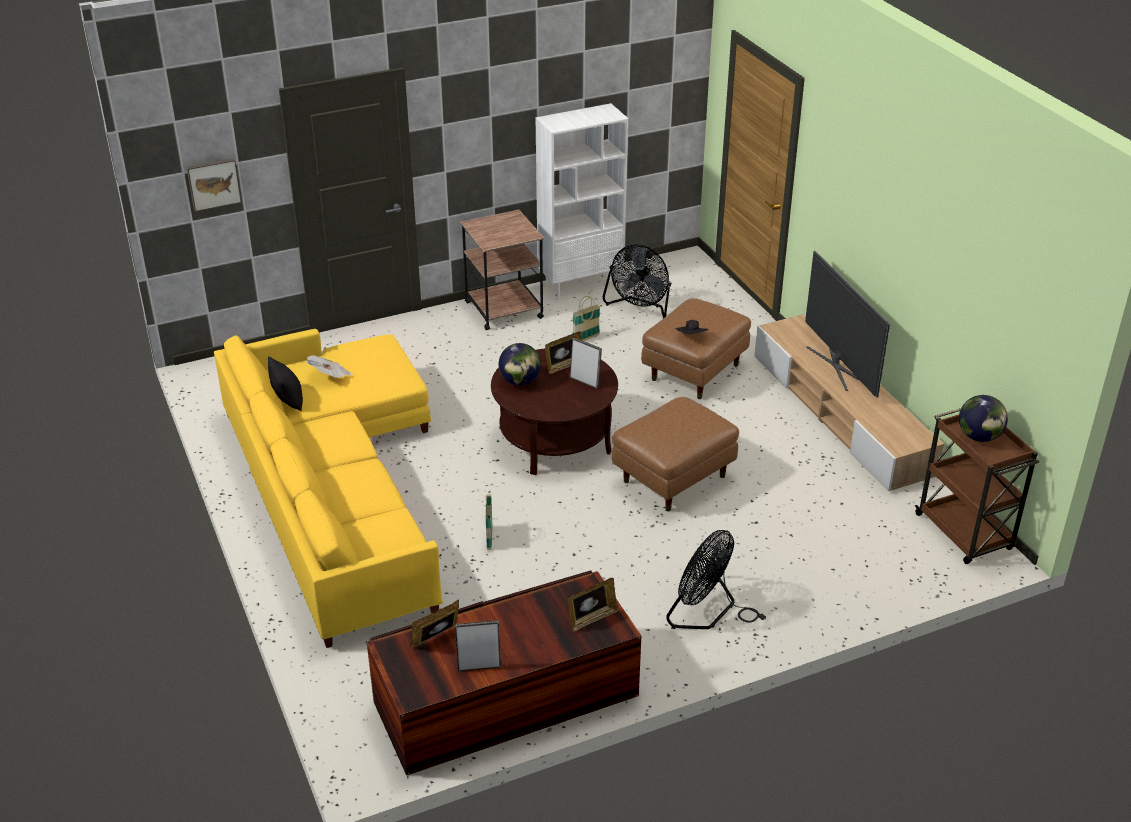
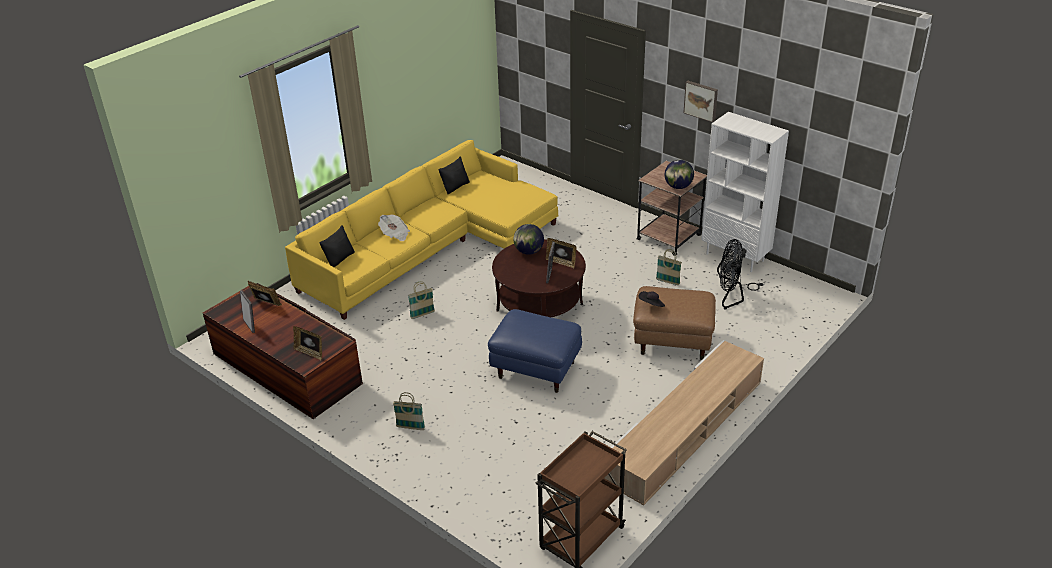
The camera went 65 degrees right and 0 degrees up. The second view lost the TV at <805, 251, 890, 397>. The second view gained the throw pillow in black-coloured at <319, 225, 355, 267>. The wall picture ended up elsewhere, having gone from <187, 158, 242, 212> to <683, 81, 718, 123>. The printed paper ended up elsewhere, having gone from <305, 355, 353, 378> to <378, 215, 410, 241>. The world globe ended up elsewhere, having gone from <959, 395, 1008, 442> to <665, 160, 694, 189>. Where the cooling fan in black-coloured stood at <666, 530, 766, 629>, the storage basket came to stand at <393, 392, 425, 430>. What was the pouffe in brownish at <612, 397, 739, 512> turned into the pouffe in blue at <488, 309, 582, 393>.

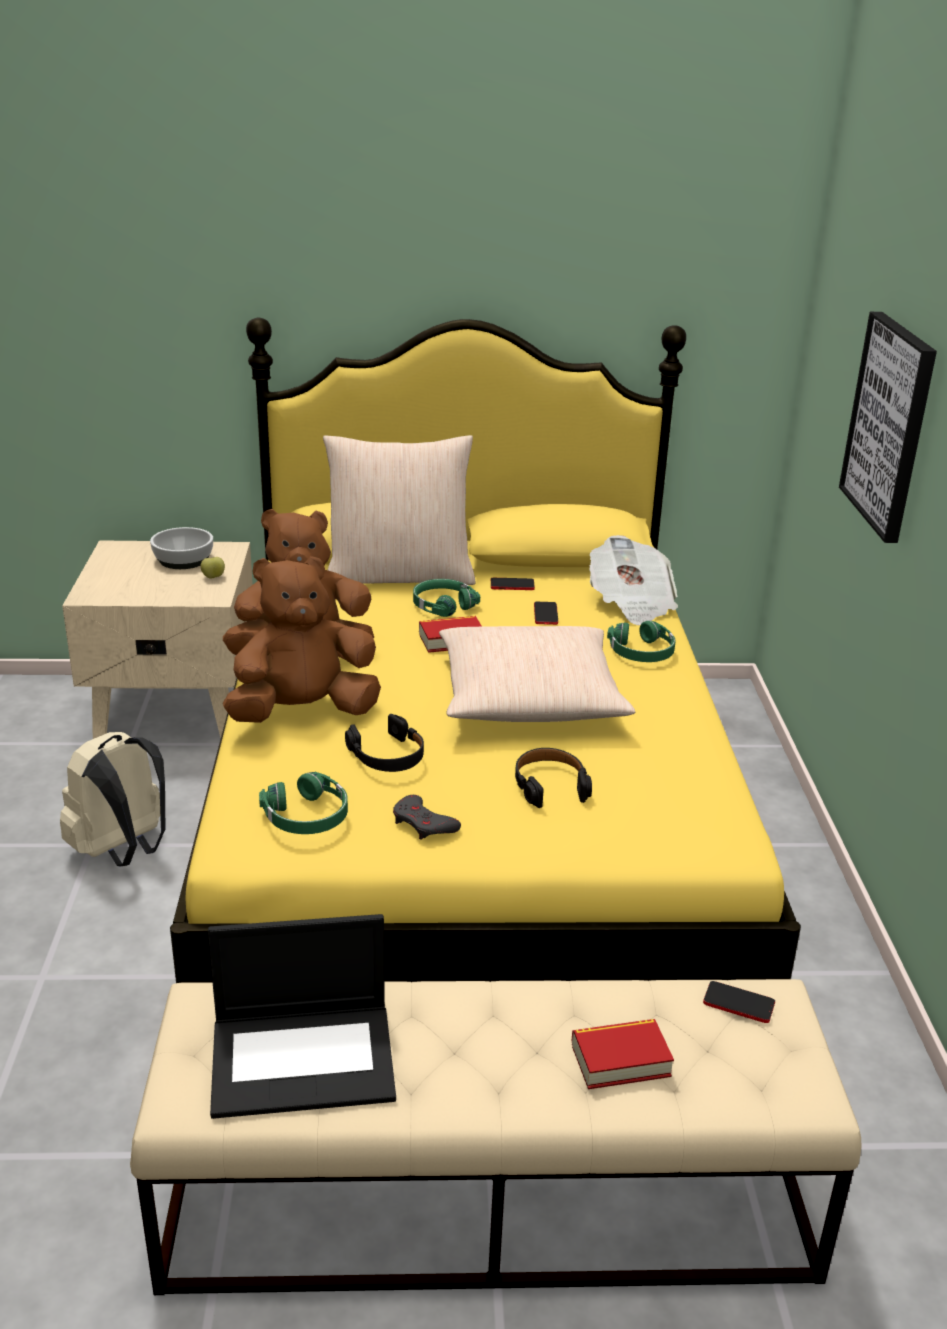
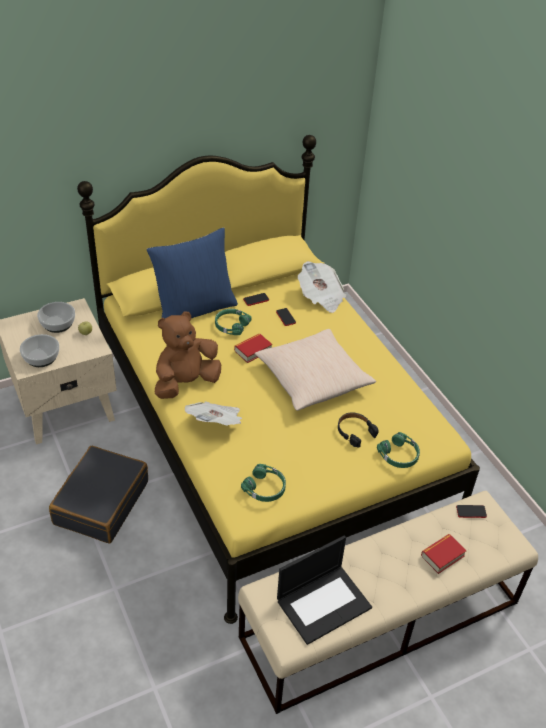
The camera went 25 degrees left and 15 degrees up. The second view lost the pair of headphones in black-coloured at <345, 714, 424, 772>. The second view lost the game controller in grey at <393, 795, 461, 840>. The second view lost the wall picture at <839, 312, 937, 543>. The second view gained the deep dish at <20, 334, 59, 367>. The pair of headphones in green ended up elsewhere, having gone from <607, 621, 676, 662> to <377, 432, 420, 468>. Where the backpack in beige-coloured stood at <60, 732, 165, 866>, the suitcase in black-coloured came to stand at <49, 446, 148, 543>. Where the plush toy in brownish stood at <223, 556, 381, 723>, the printed paper came to stand at <185, 401, 242, 425>. What was the throw pillow in beige-coloured at <323, 435, 475, 585> turned into the throw pillow in blue at <146, 228, 238, 318>.

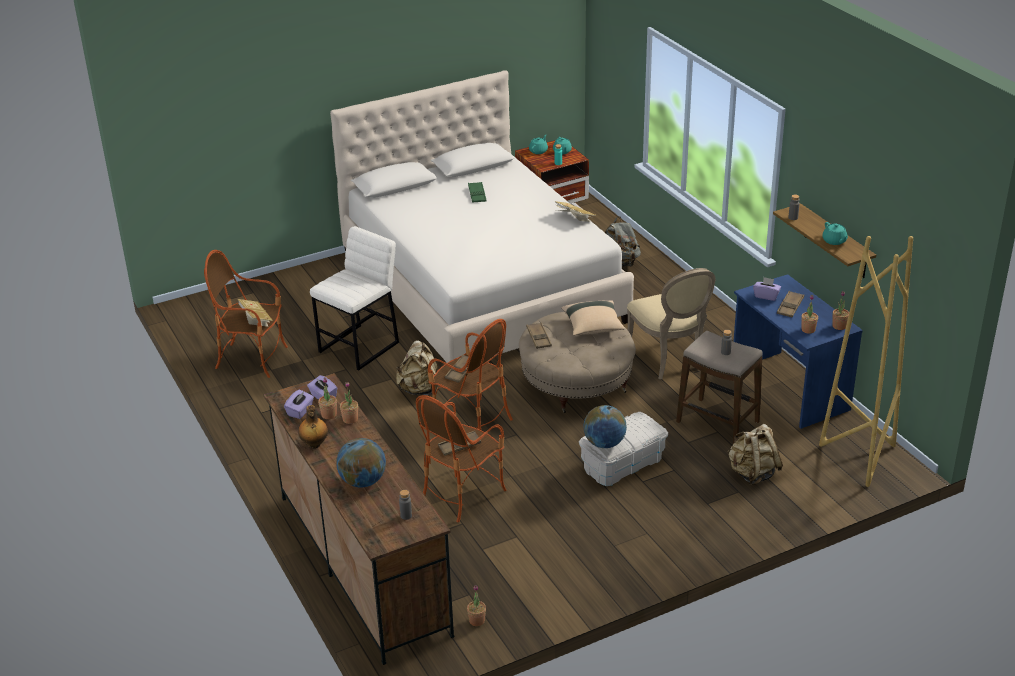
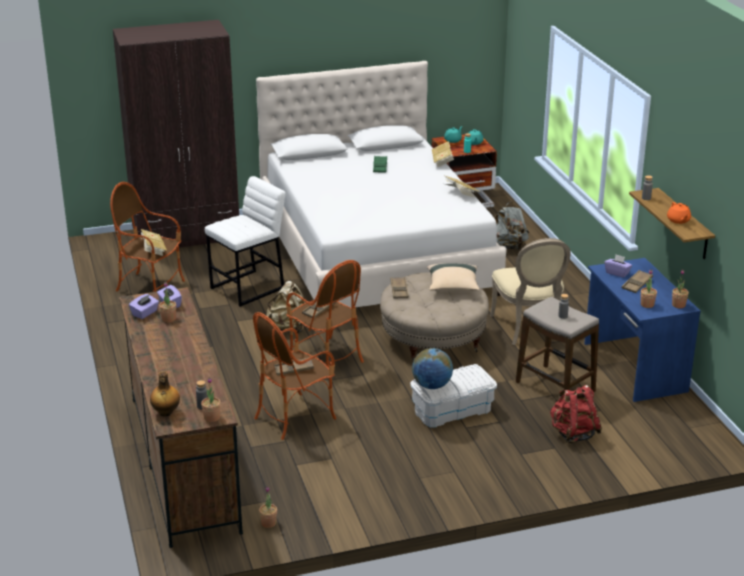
The camera went 10 degrees right and 5 degrees down. The second view lost the world globe at <336, 438, 386, 487>. The second view lost the clothes rack in yellow at <819, 236, 913, 487>. The second view gained the armoire in brownish at <113, 20, 239, 248>. The second view gained the volume at <432, 141, 454, 167>. The beverage bottle ended up elsewhere, having gone from <298, 405, 328, 449> to <150, 371, 180, 417>. The houseplant ended up elsewhere, having gone from <340, 382, 358, 424> to <201, 377, 221, 422>. What was the backpack in beige-coloured at <727, 424, 783, 485> turned into the backpack in red at <550, 385, 602, 443>. What was the teapot in turquoise-coloured at <822, 222, 848, 245> turned into the teapot in orangey at <667, 202, 691, 224>.

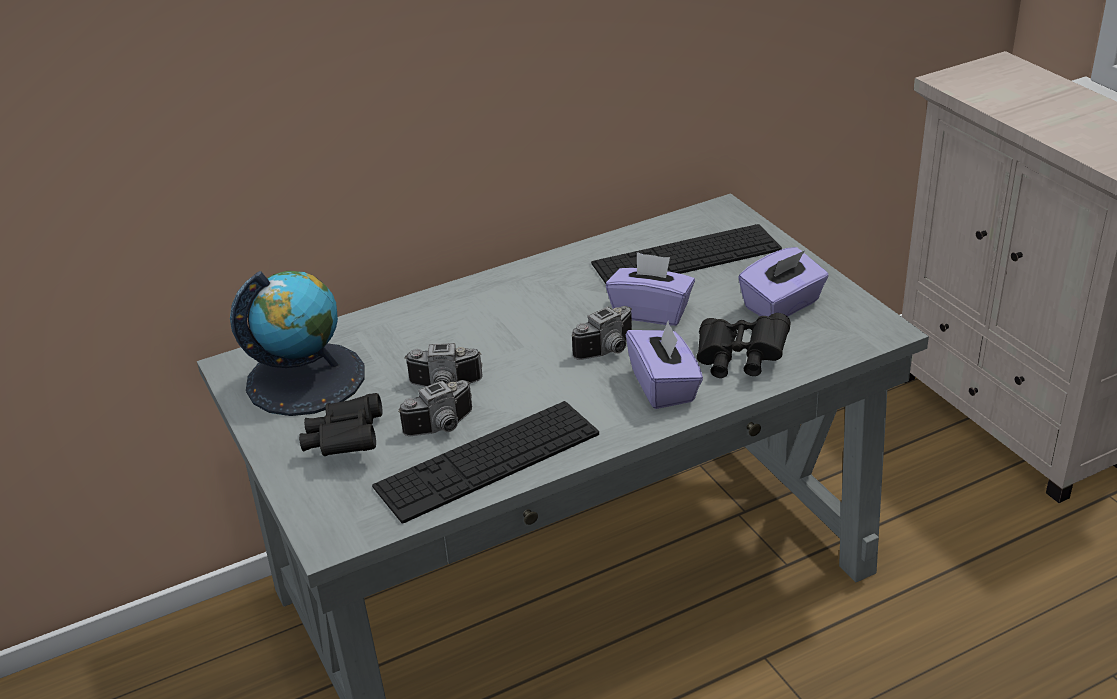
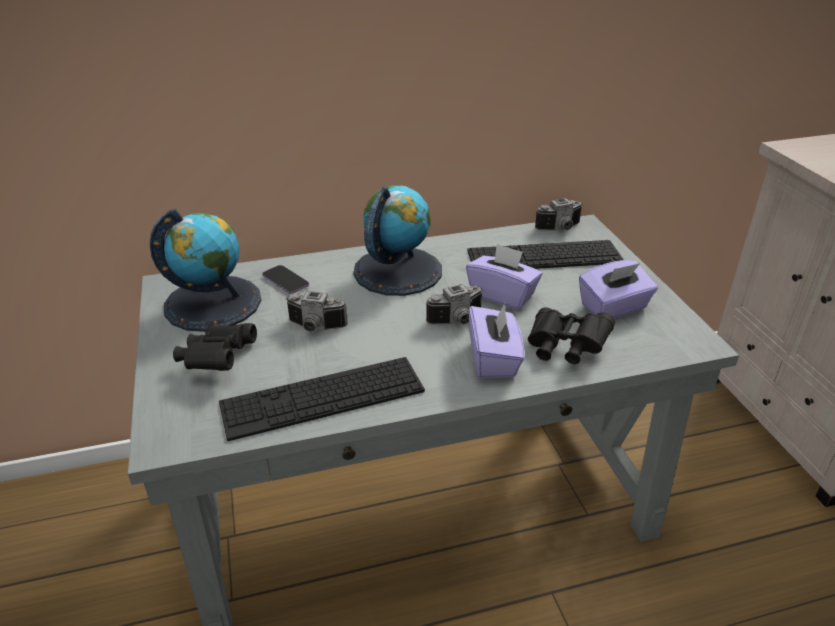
The camera went 10 degrees right and 0 degrees up. The second view gained the phone at <262, 265, 309, 294>. The second view gained the world globe at <353, 185, 442, 296>. The still camera ended up elsewhere, having gone from <398, 380, 472, 436> to <535, 198, 583, 231>.

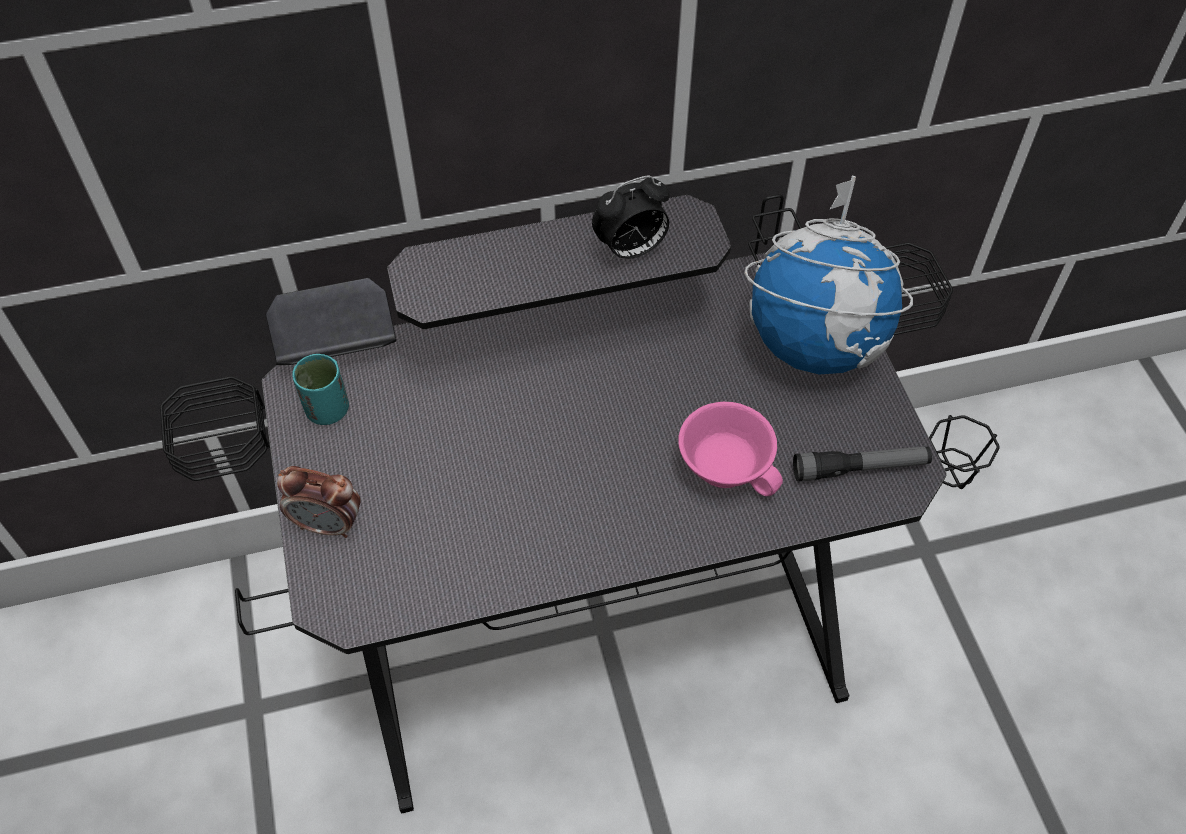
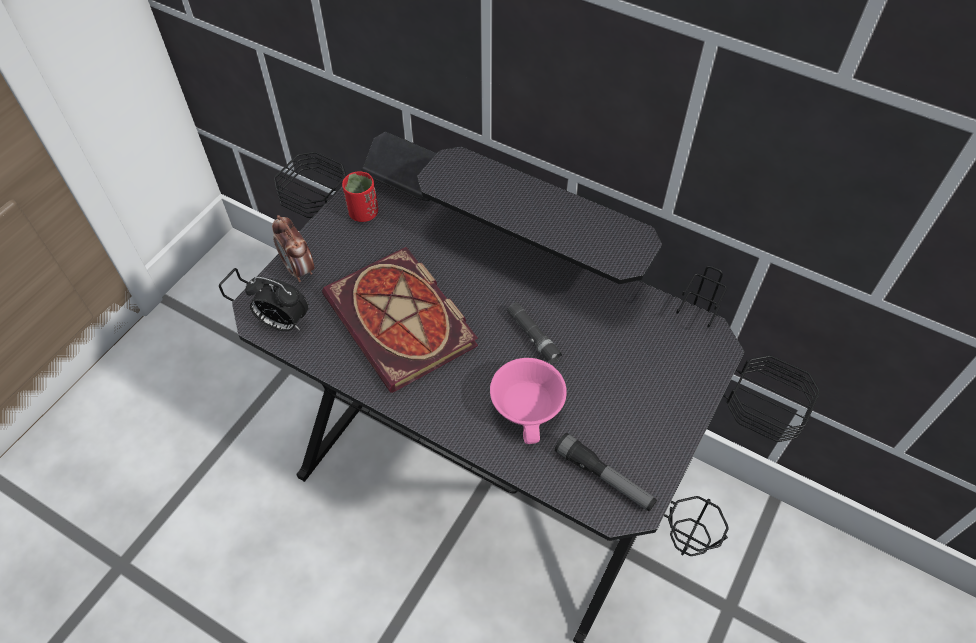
The camera went 45 degrees right and 0 degrees up. The second view lost the world globe at <744, 176, 913, 374>. The second view gained the volume at <322, 247, 478, 393>. The second view gained the torch in black-coloured at <507, 302, 563, 364>. The alarm clock ended up elsewhere, having gone from <592, 176, 669, 261> to <245, 276, 309, 331>. What was the drinking cup in turquoise-coloured at <292, 354, 349, 425> turned into the drinking cup in red at <342, 171, 378, 222>.

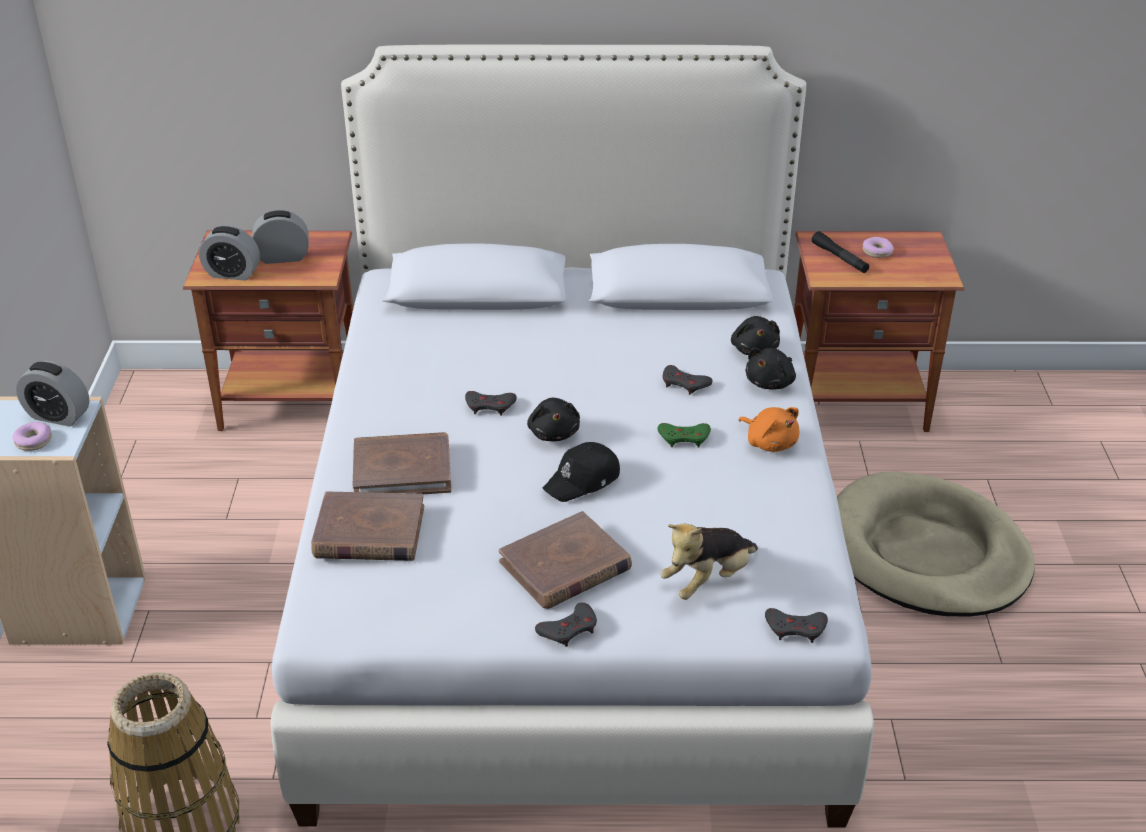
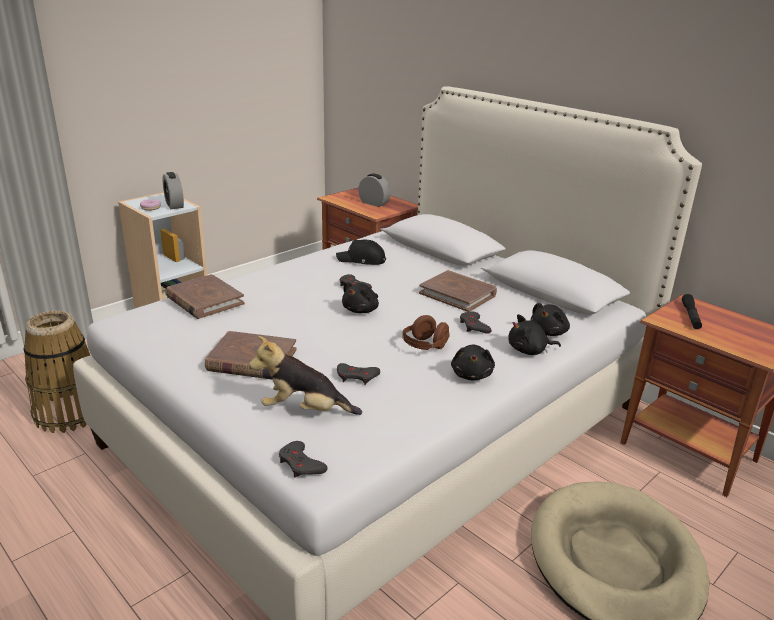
The camera went 45 degrees right and 10 degrees down. The second view lost the alarm clock at <199, 226, 260, 281>. The second view lost the doughnut at <863, 237, 894, 258>. The volume in brownish ended up elsewhere, having gone from <352, 432, 451, 494> to <419, 270, 497, 312>. The game controller in grey ended up elsewhere, having gone from <535, 602, 597, 647> to <337, 363, 380, 385>. The baseball cap in black-coloured ended up elsewhere, having gone from <542, 442, 620, 502> to <336, 239, 386, 265>. Where the game controller in green stood at <658, 423, 711, 448>, the pair of headphones in brownish came to stand at <402, 315, 450, 350>. What was the plush toy in orangey at <738, 407, 800, 452> turned into the plush toy in black-coloured at <451, 345, 495, 380>.

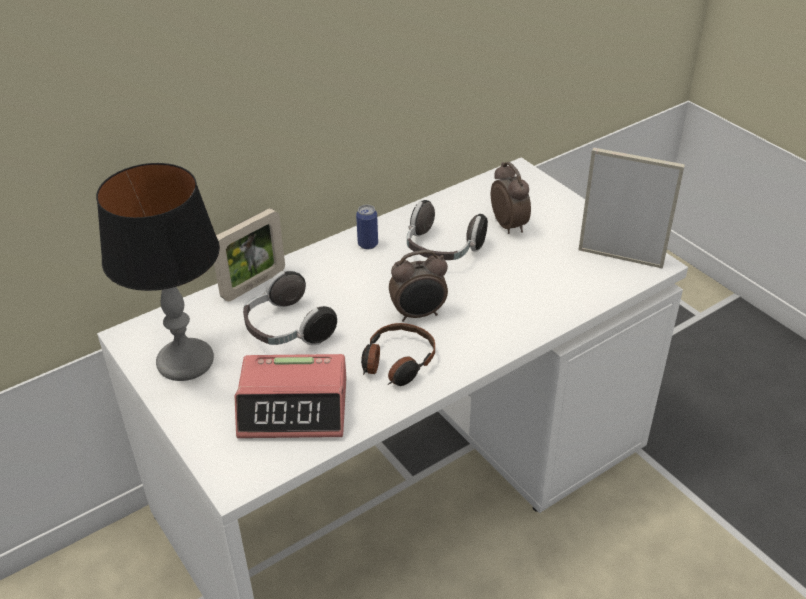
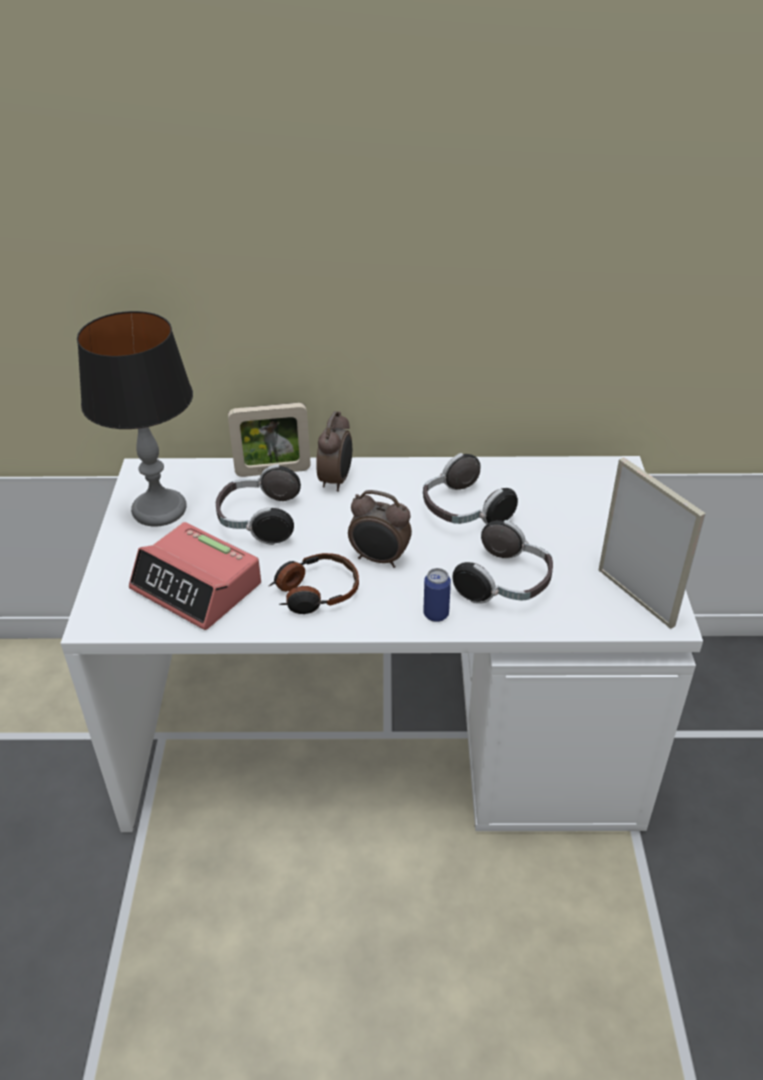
The camera went 35 degrees right and 0 degrees up. The second view gained the pair of headphones at <452, 520, 553, 604>. The metal can ended up elsewhere, having gone from <356, 205, 378, 249> to <423, 568, 451, 622>. The alarm clock ended up elsewhere, having gone from <491, 162, 531, 234> to <316, 411, 352, 492>.

